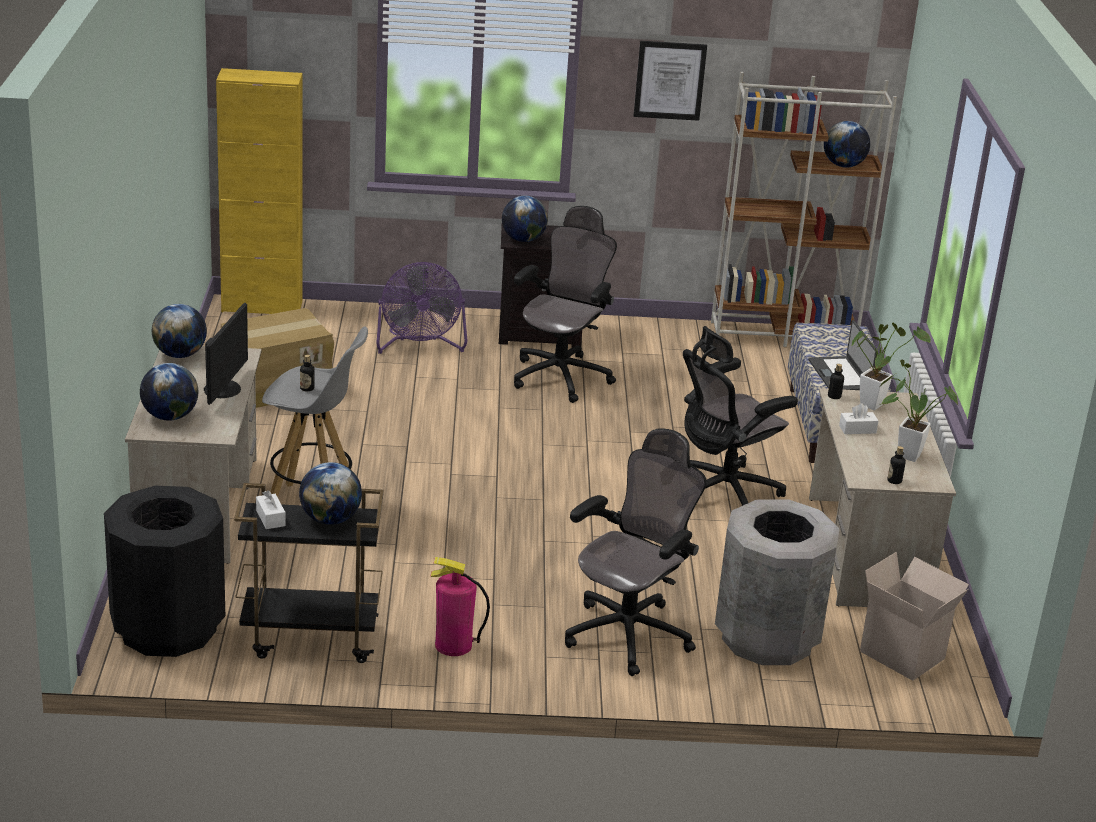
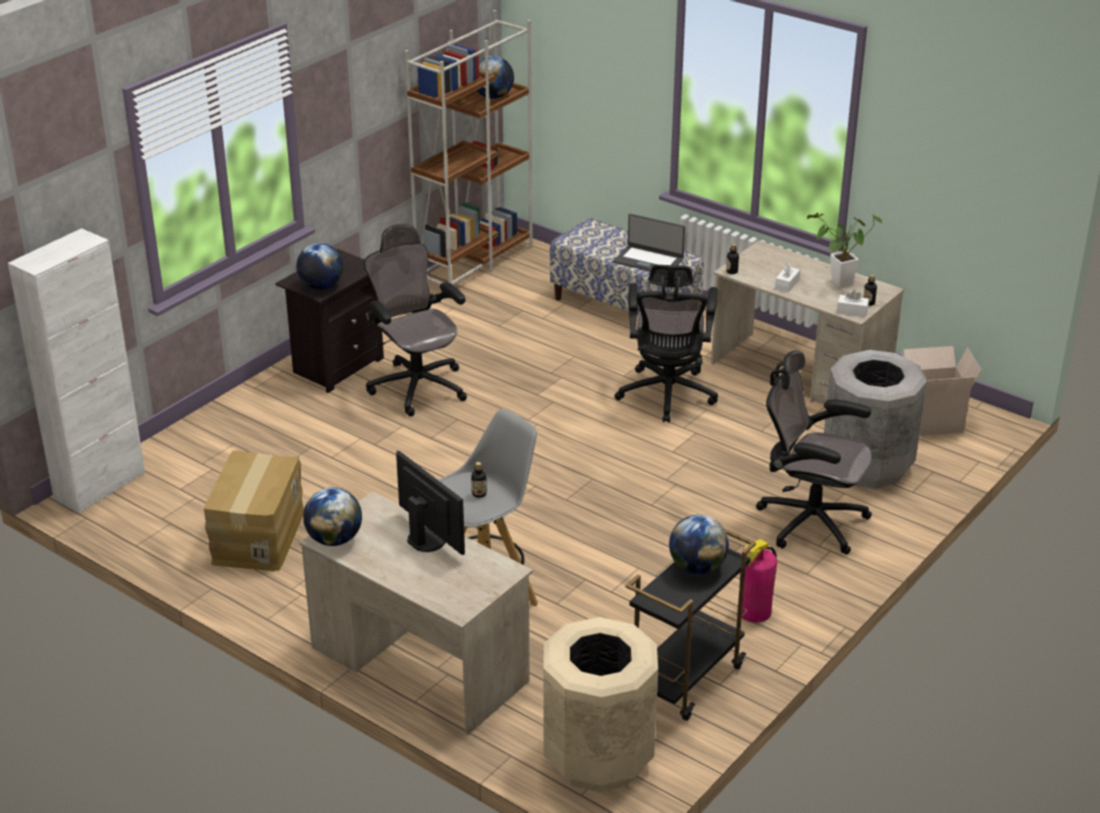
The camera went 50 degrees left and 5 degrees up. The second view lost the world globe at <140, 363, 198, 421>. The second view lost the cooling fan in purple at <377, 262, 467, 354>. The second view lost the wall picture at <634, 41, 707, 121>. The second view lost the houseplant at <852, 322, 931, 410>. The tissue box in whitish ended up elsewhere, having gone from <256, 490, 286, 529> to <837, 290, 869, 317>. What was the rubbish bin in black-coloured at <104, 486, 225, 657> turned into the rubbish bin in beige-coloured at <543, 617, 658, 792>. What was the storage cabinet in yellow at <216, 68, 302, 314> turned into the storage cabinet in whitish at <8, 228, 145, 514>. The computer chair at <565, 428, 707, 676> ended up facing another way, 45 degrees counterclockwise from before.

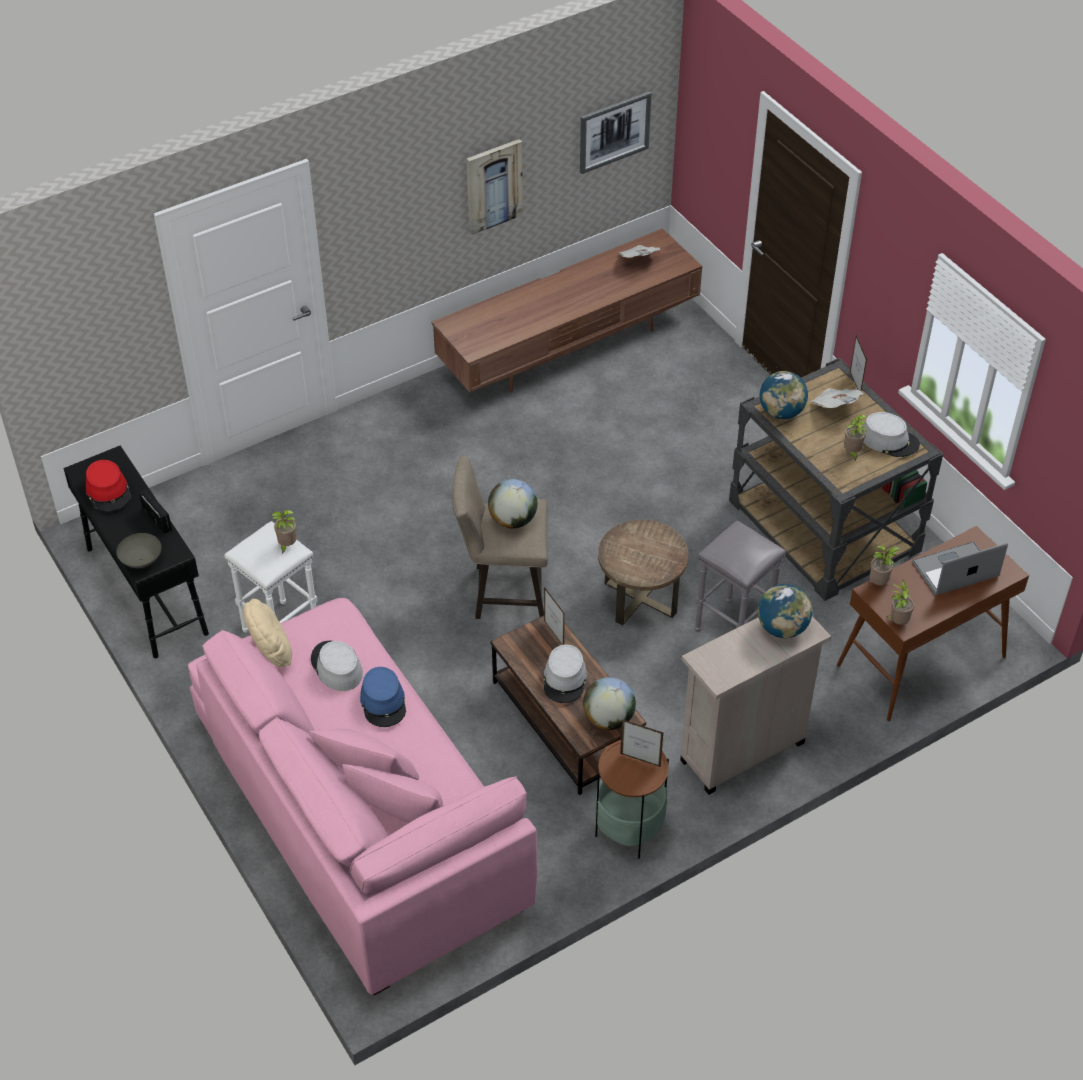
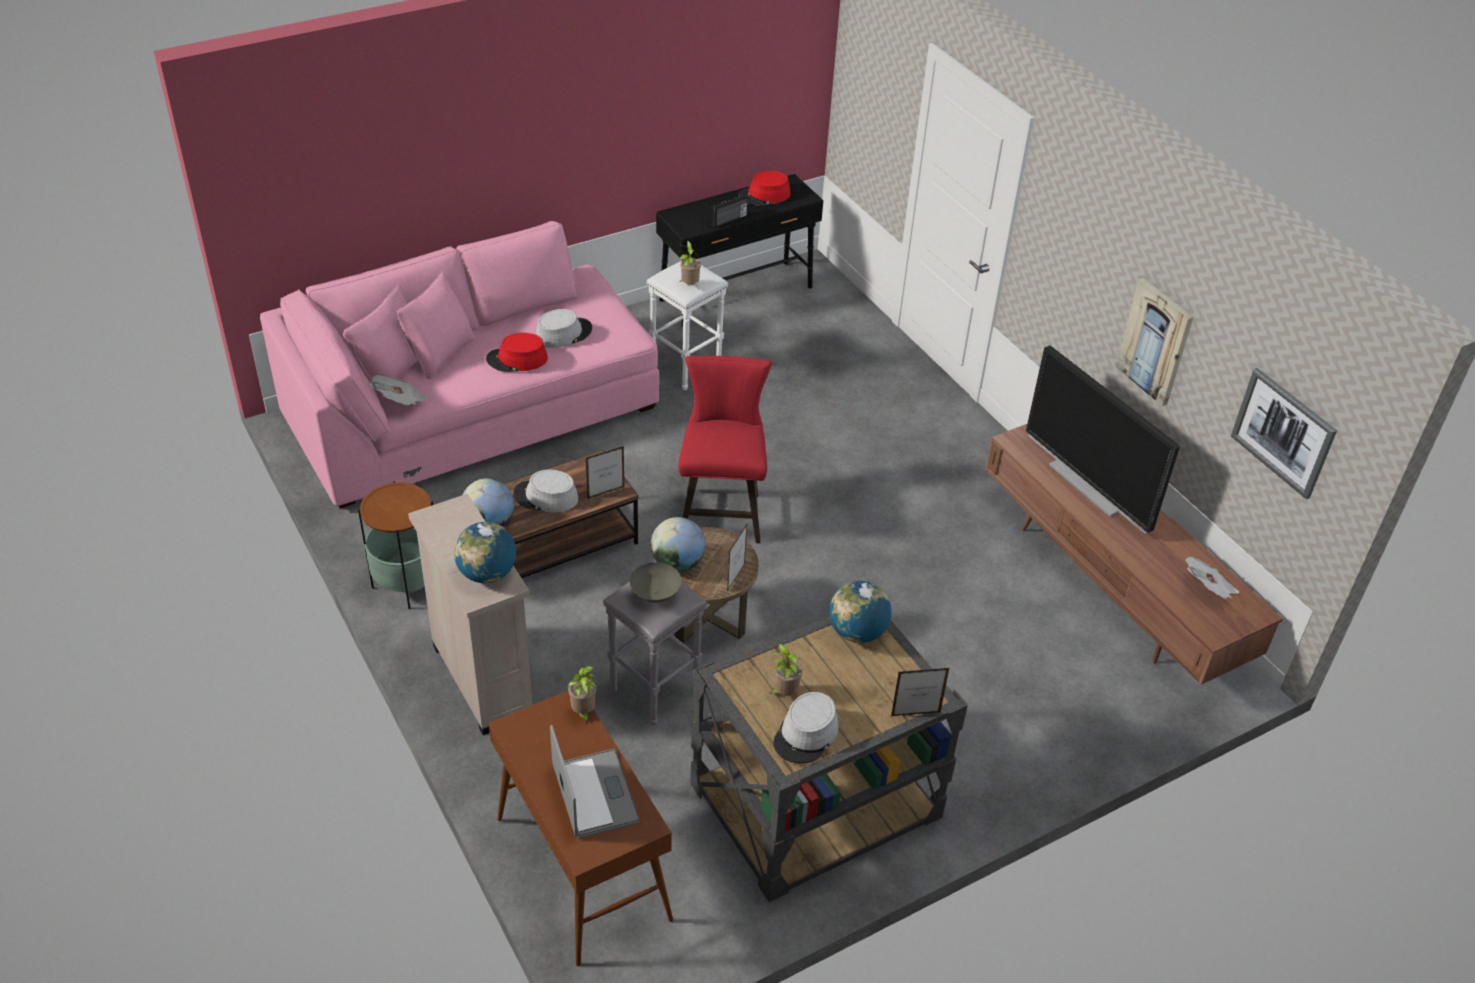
The camera went 90 degrees right and 5 degrees down. The second view lost the throw pillow in beige-coloured at <243, 599, 292, 667>. The second view lost the houseplant at <886, 580, 915, 625>. The second view gained the TV at <1026, 345, 1180, 533>. The deep dish in grey ended up elsewhere, having gone from <116, 533, 162, 568> to <630, 562, 682, 603>. The world globe ended up elsewhere, having gone from <488, 479, 537, 529> to <650, 517, 706, 572>. The standing frame ended up elsewhere, having gone from <620, 719, 663, 767> to <727, 524, 747, 591>. The printed paper ended up elsewhere, having gone from <811, 388, 863, 408> to <369, 375, 429, 406>. What was the wearable hat in blue at <360, 667, 406, 727> turned into the wearable hat in red at <486, 333, 548, 372>. What was the stool in beige-coloured at <452, 455, 548, 619> turned into the stool in red at <678, 356, 772, 543>.

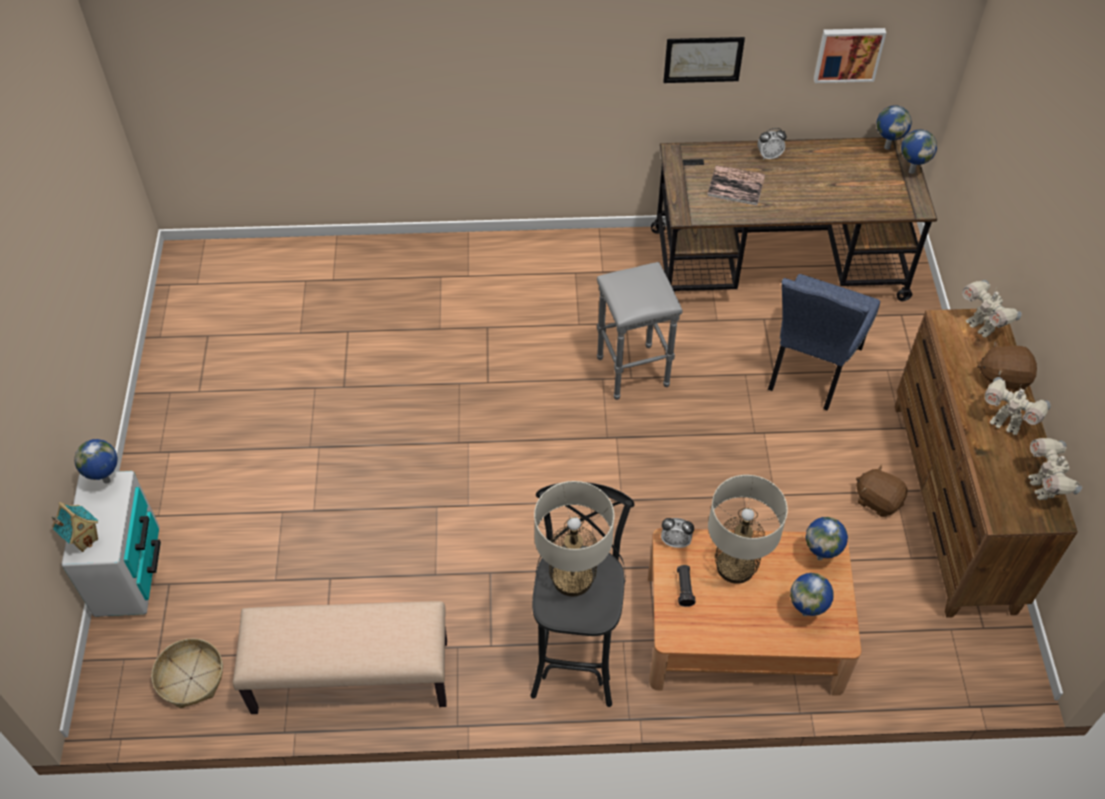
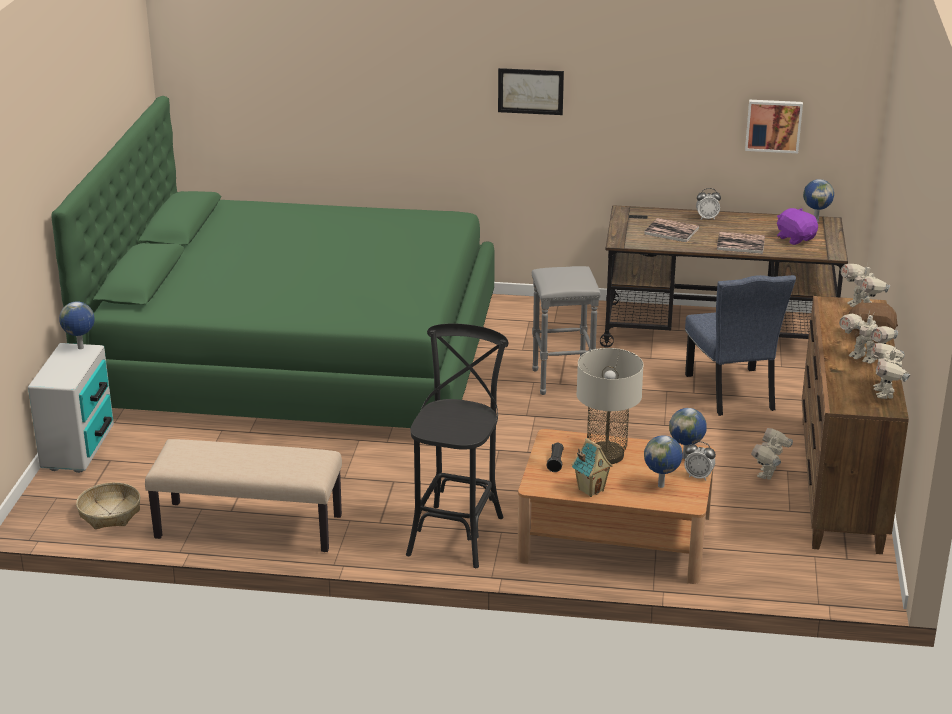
The camera went 10 degrees right and 25 degrees down. The second view lost the tabletop lamp at <534, 481, 614, 596>. The second view lost the world globe at <901, 130, 937, 174>. The second view gained the sleeping bed in green at <51, 96, 494, 428>. The second view gained the volume at <716, 232, 765, 254>. The second view gained the plush toy in purple at <777, 208, 818, 245>. The model house ended up elsewhere, having gone from <52, 502, 98, 552> to <571, 438, 613, 497>. The alarm clock ended up elsewhere, having gone from <661, 518, 694, 548> to <684, 441, 716, 481>. The wall picture ended up elsewhere, having gone from <663, 37, 745, 83> to <498, 68, 564, 115>. Where the plush toy in brownish stood at <856, 465, 907, 517>, the robot figure came to stand at <751, 428, 793, 480>. The plain chair in blue at <768, 274, 880, 411> ended up facing another way, 45 degrees counterclockwise from before.

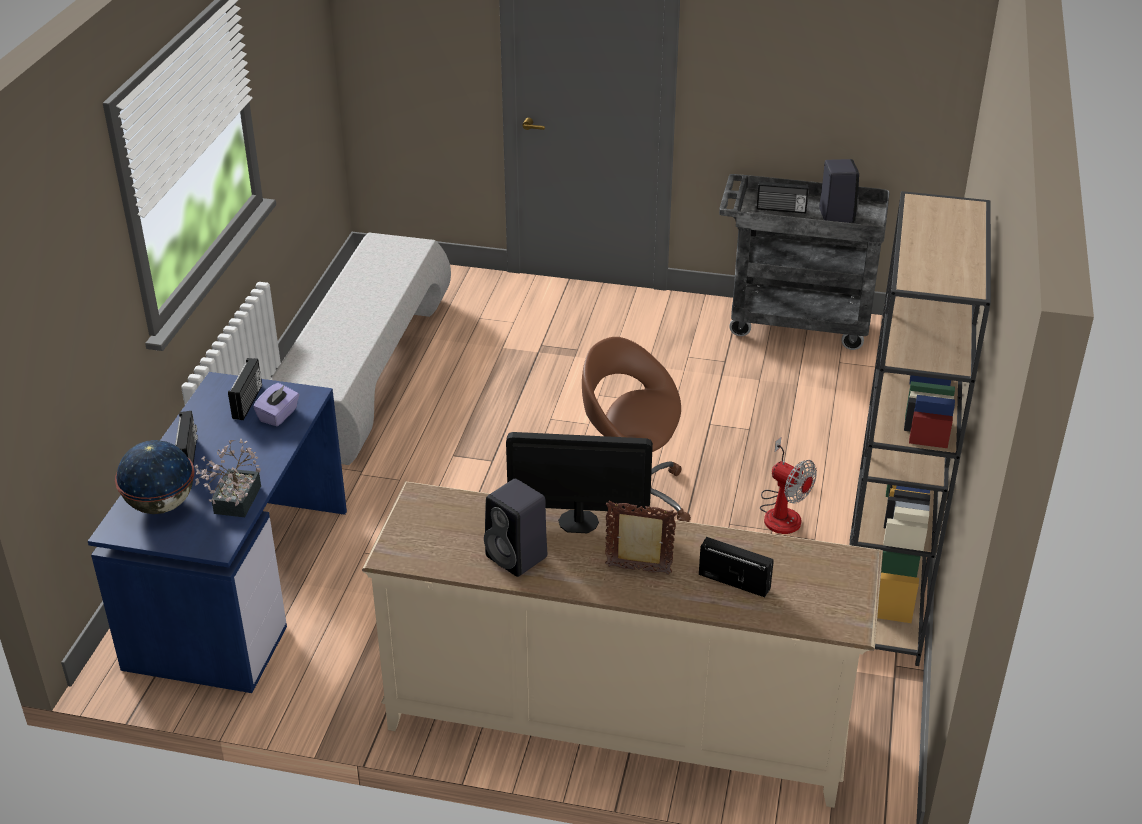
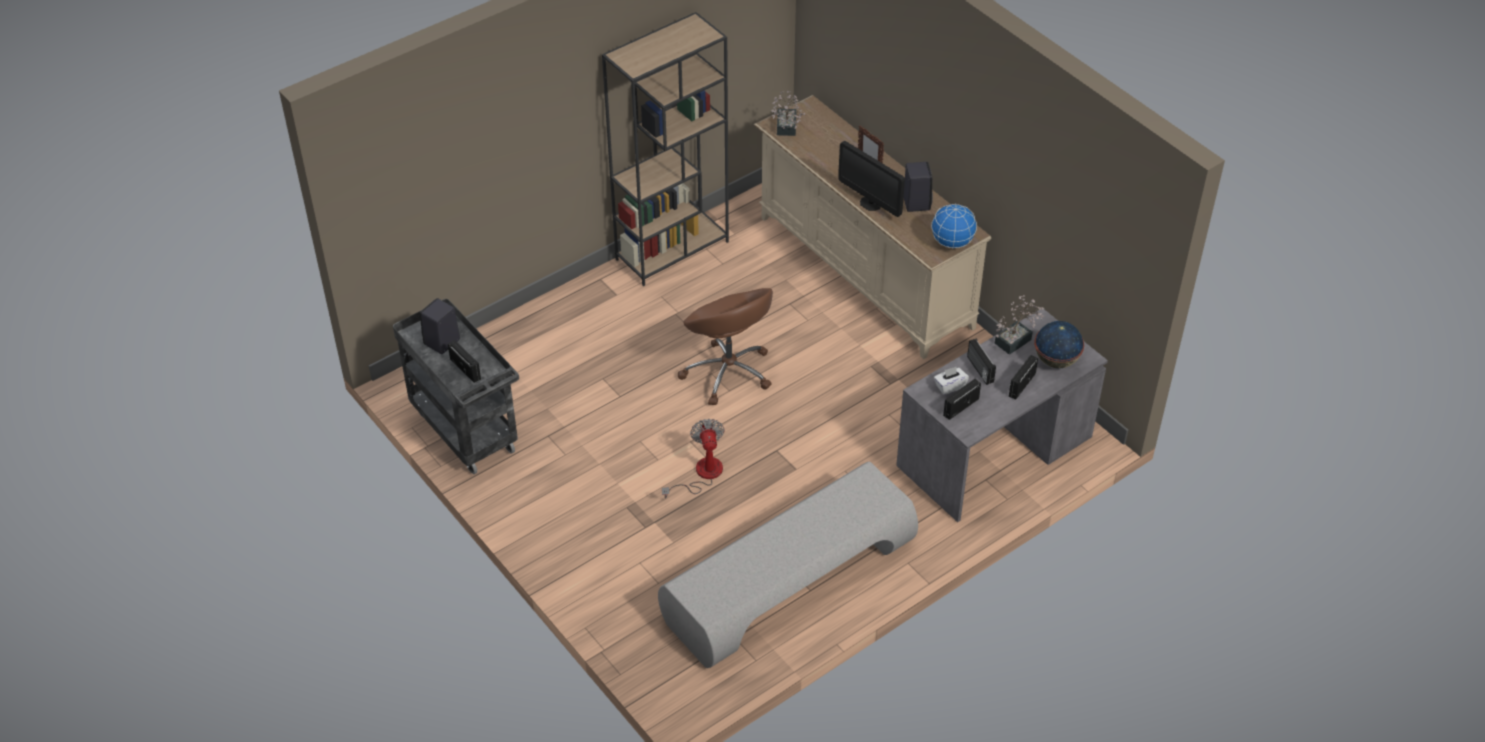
The camera went 140 degrees left and 10 degrees up. The second view gained the houseplant at <771, 90, 805, 136>. The second view gained the world globe at <931, 203, 977, 249>. The radio ended up elsewhere, having gone from <699, 537, 774, 597> to <967, 338, 996, 385>. The cooling fan ended up elsewhere, having gone from <760, 437, 817, 534> to <662, 419, 725, 499>. What was the desk unit in blue at <88, 372, 347, 693> turned into the desk unit in grey at <896, 309, 1108, 522>. What was the tissue box in purple at <253, 383, 299, 426> turned into the tissue box in whitish at <934, 366, 969, 395>.

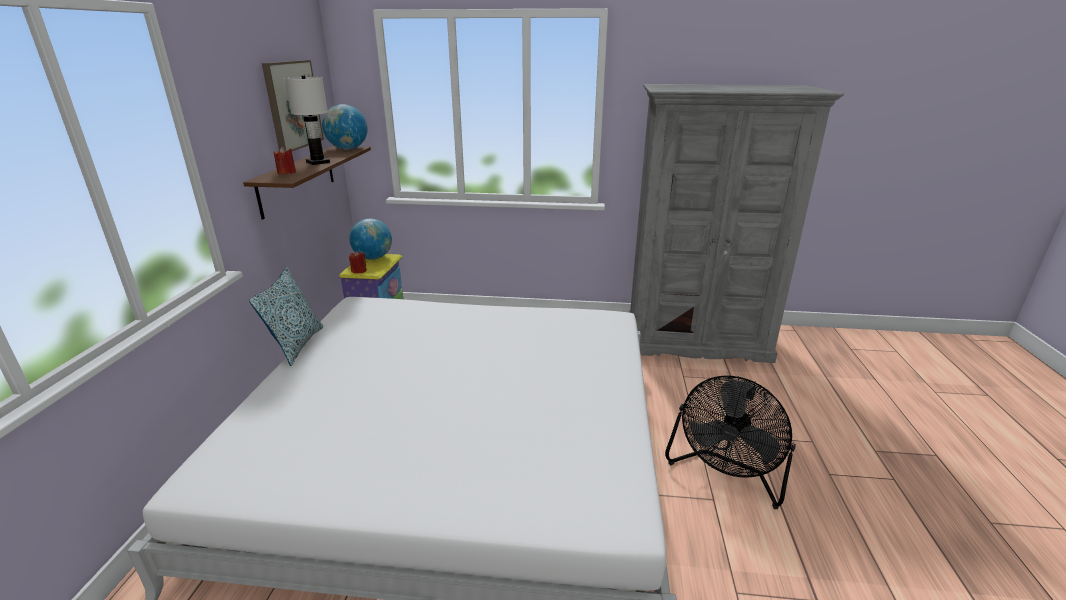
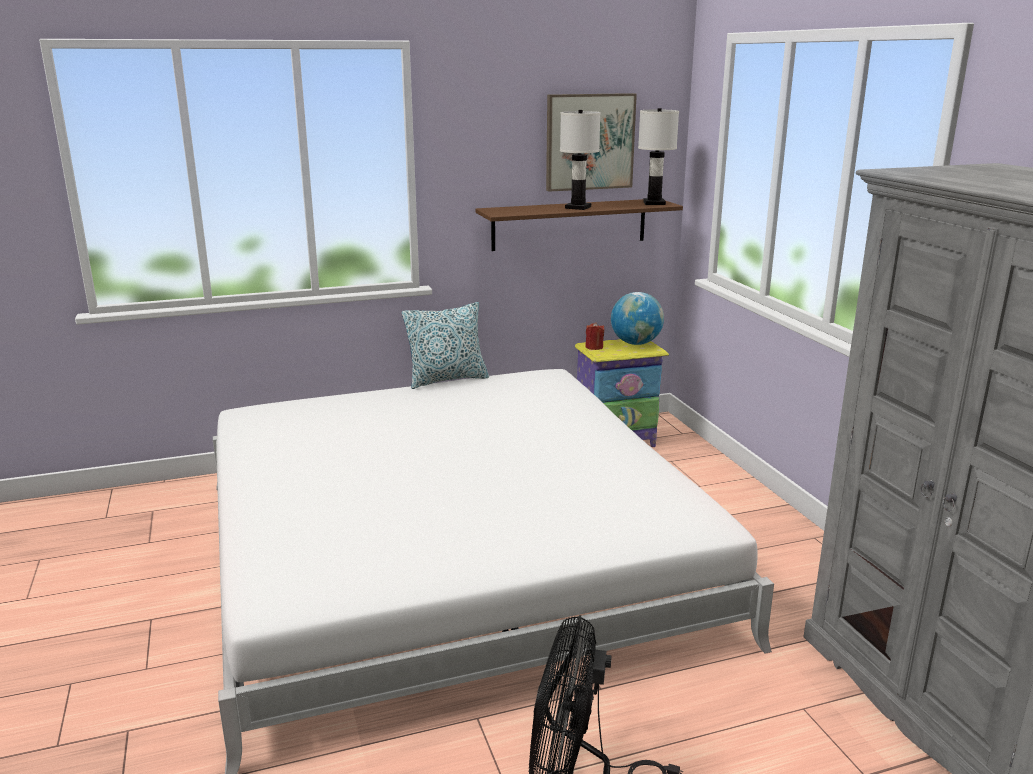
The camera went 65 degrees right and 5 degrees down. The second view lost the candle in red at <274, 147, 296, 174>. Where the world globe stood at <322, 104, 368, 149>, the tabletop lamp in whitish came to stand at <638, 108, 679, 205>.

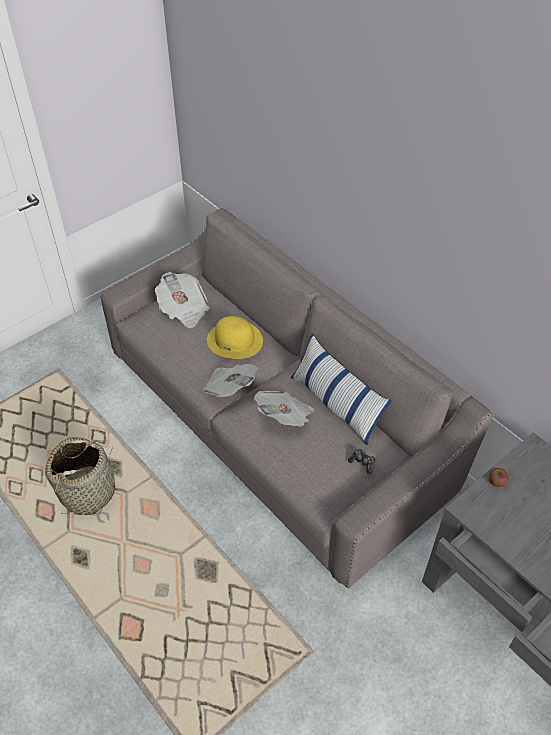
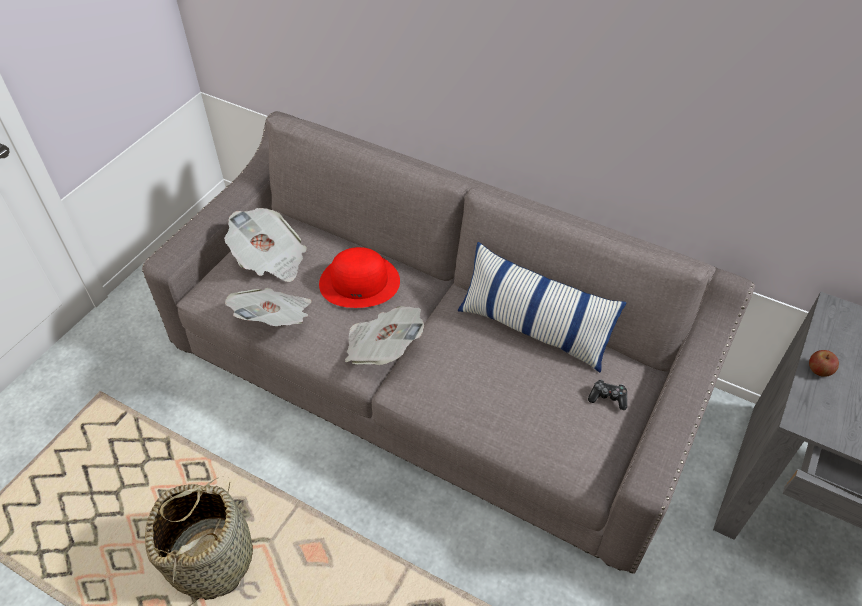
The camera went 20 degrees left and 0 degrees up. The printed paper ended up elsewhere, having gone from <254, 391, 315, 427> to <225, 288, 312, 326>. What was the wearable hat in yellow at <207, 316, 263, 359> turned into the wearable hat in red at <319, 247, 400, 308>.

